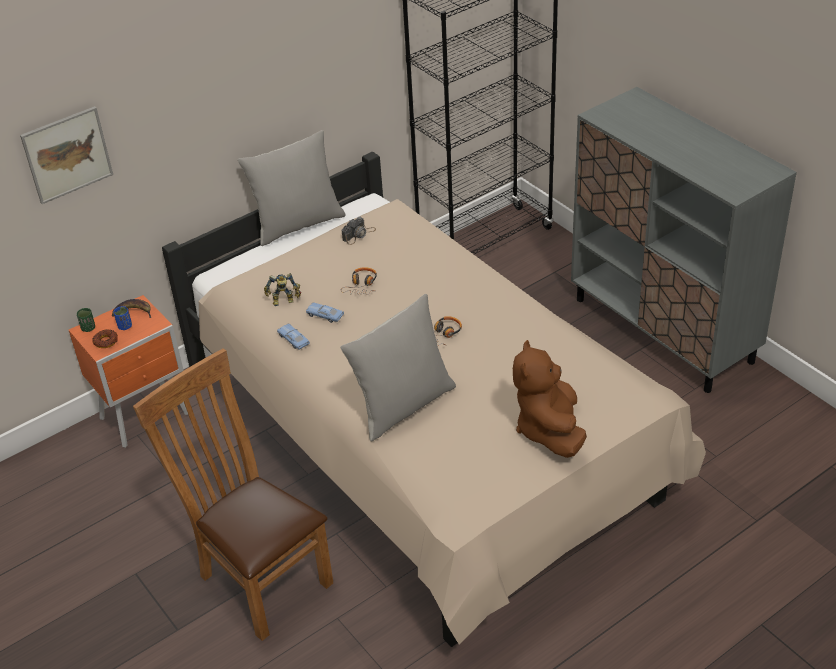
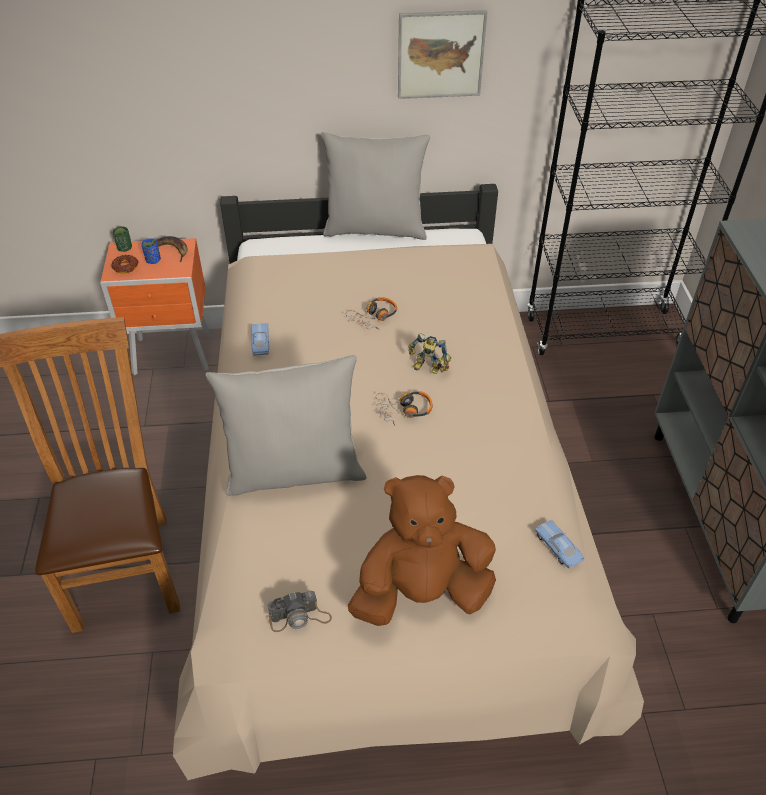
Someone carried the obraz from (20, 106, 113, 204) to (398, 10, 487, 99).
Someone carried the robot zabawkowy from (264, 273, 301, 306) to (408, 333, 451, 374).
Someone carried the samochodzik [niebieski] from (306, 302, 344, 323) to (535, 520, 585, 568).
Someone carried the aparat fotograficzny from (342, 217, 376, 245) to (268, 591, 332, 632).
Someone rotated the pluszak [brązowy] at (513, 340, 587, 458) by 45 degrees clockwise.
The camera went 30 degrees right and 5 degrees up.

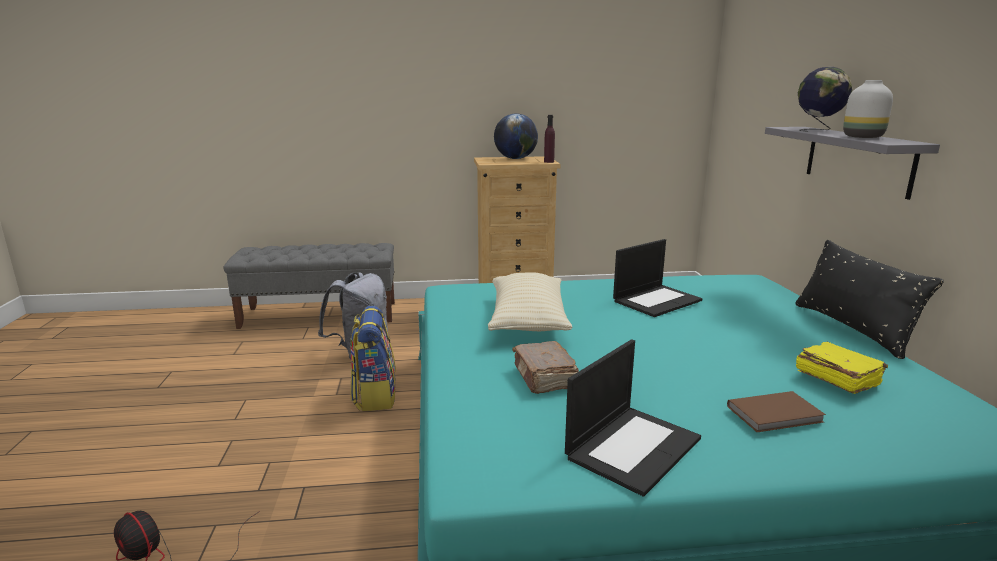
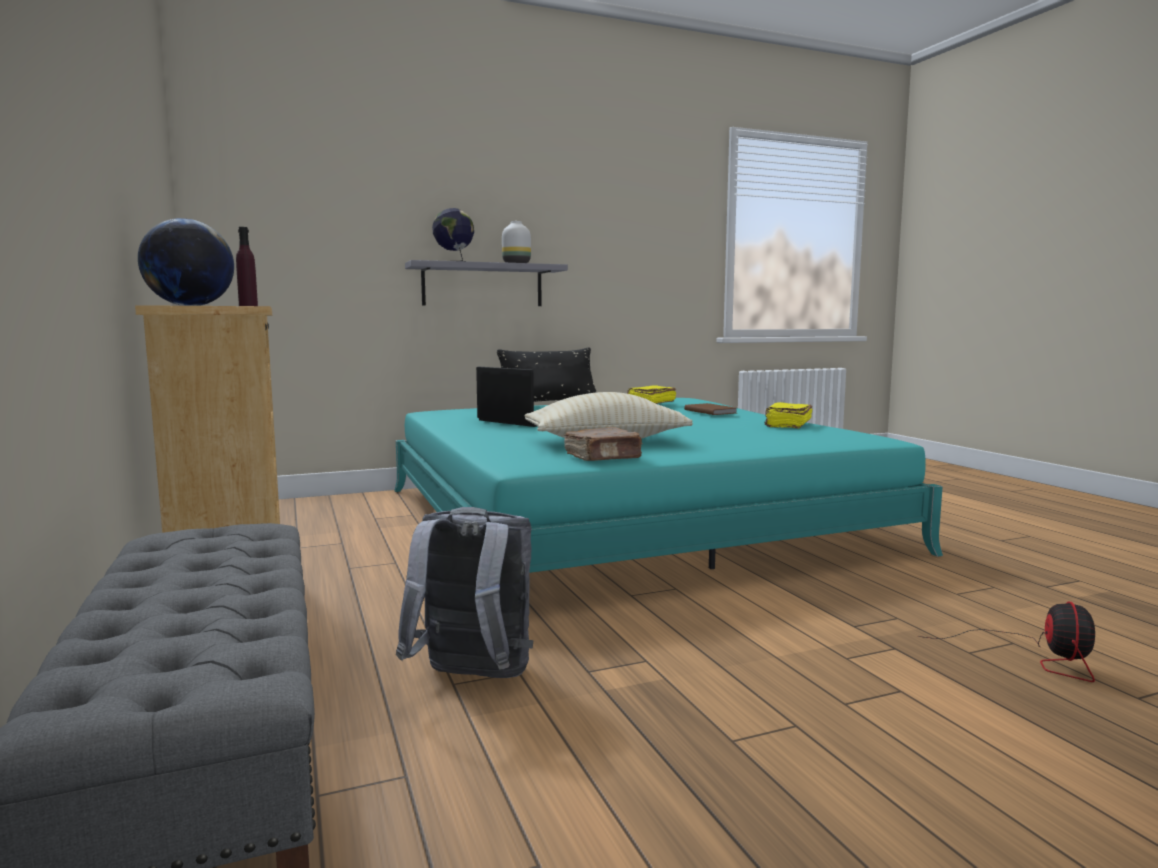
Someone took away the plecak at (350, 306, 396, 411).
Someone carried the książka [brązowy] from (512, 341, 579, 394) to (564, 427, 642, 461).
Someone swapped the laptop at (565, 339, 701, 497) for the książka [żółty] at (765, 402, 813, 428).
The camera went 105 degrees left and 10 degrees down.

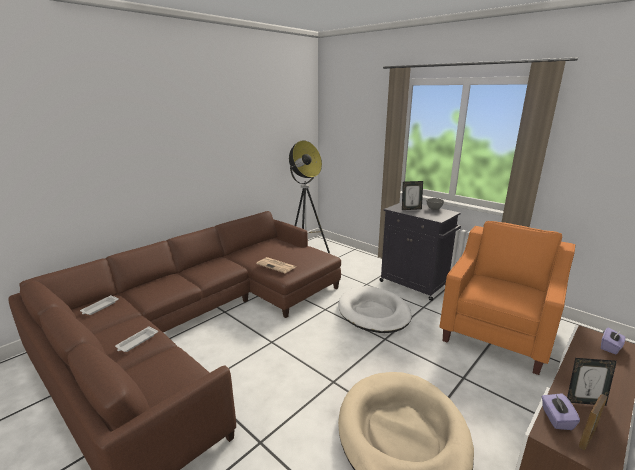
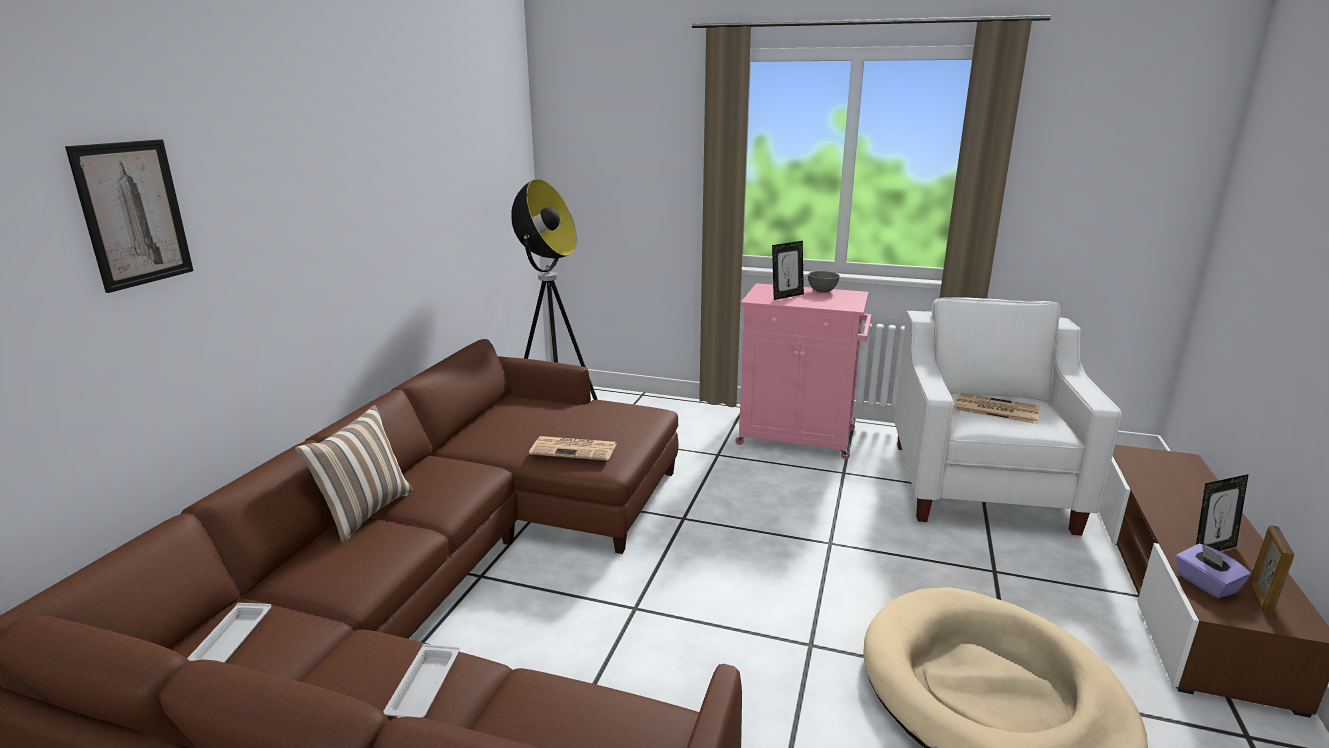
Someone took away the legowisko [biały] at (338, 286, 412, 333).
Someone took away the pudełko chusteczek [fioletowy] at (601, 328, 626, 355).
Someone put up the obraz at (65, 139, 194, 293).
Someone put down the poduszka at (295, 405, 413, 543).
Someone put down the gazeta at (953, 392, 1039, 424).
Someone repainted the szafka [czarny] at (379, 202, 461, 301), which became the szafka [różowy] at (735, 283, 871, 459).
Someone repainted the fotel [pomarańczowy] at (440, 221, 575, 375), which became the fotel [biały] at (894, 297, 1122, 536).
The camera went 25 degrees left and 0 degrees up.

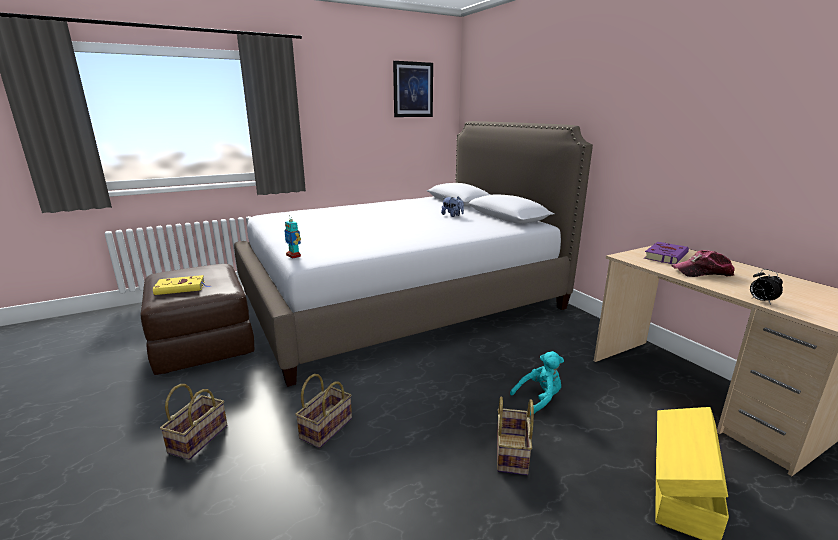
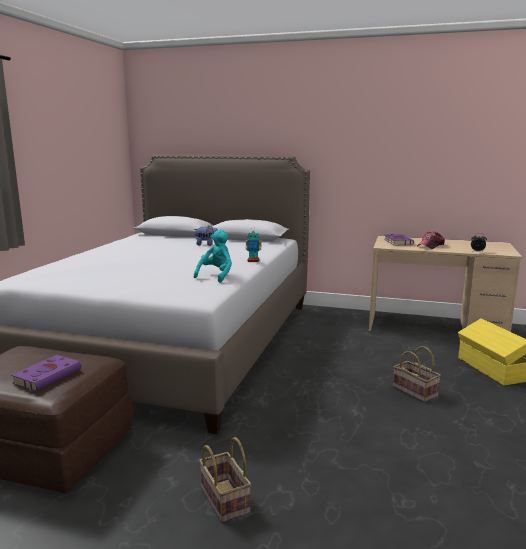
Someone took away the koszyk at (295, 374, 352, 448).
Someone took away the obraz at (393, 61, 433, 117).
Someone carried the robot zabawkowy from (284, 216, 301, 259) to (245, 227, 262, 262).
Someone carried the pluszak [turkusowy] from (510, 351, 564, 416) to (194, 230, 232, 283).
Someone repainted the książka [żółty] at (153, 275, 211, 295), which became the książka [fioletowy] at (11, 355, 81, 391).
The camera went 45 degrees left and 5 degrees down.

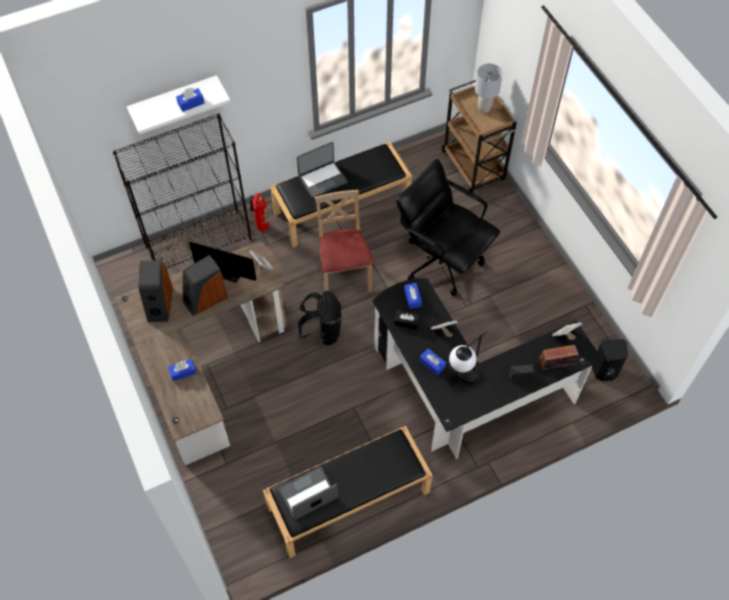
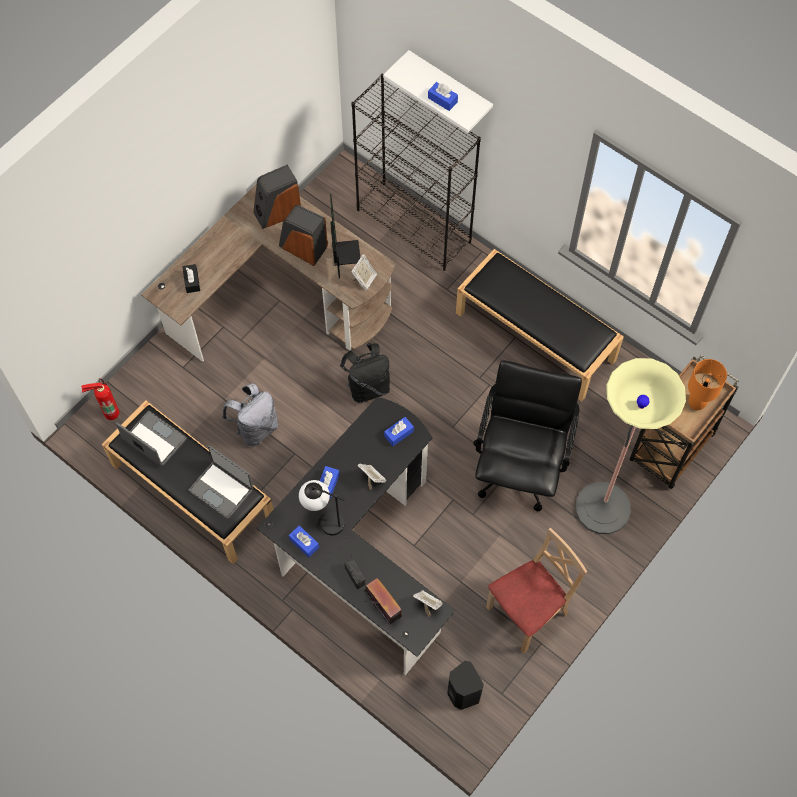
Someone put down the plecak [szary] at (222, 383, 279, 447).
Someone put down the lampa stojąca at (575, 358, 686, 534).
Someone carried the pudełko chusteczek [niebieski] from (168, 359, 196, 381) to (289, 525, 319, 558).
Someone carried the gaśnica from (250, 193, 269, 231) to (81, 378, 119, 420).
Someone carried the laptop from (297, 142, 348, 198) to (189, 445, 253, 519).
Someone carried the krzesło [beżowy] from (315, 190, 374, 292) to (486, 528, 587, 654).
Someone carried the pudełko chusteczek [czarny] from (394, 310, 420, 330) to (182, 264, 200, 293).
Someone repainted the lampa stołowa [szary] at (475, 63, 503, 113), which became the lampa stołowa [pomarańczowy] at (688, 359, 727, 410).
The camera went 65 degrees right and 5 degrees up.

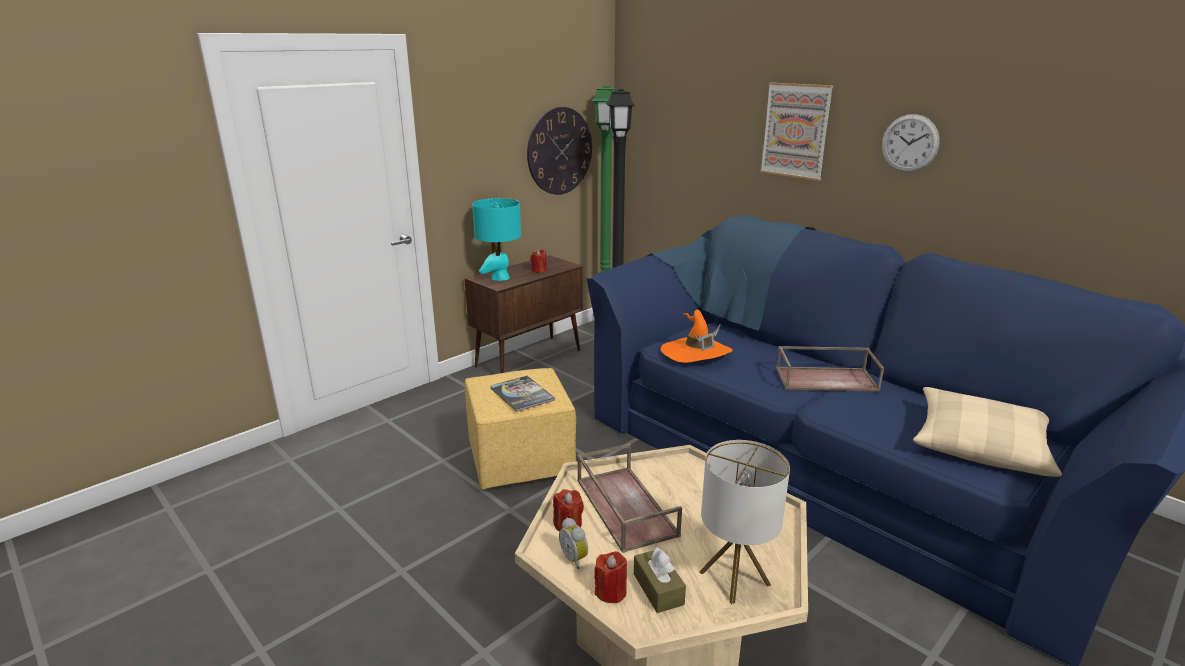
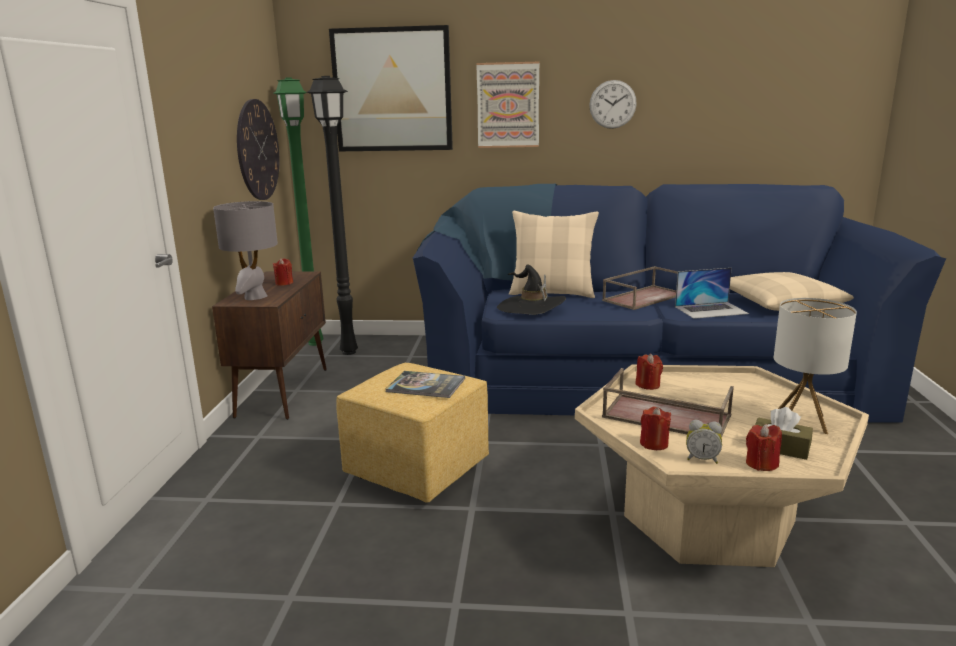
Someone put up the obraz at (329, 25, 453, 151).
Someone put down the poduszka [beżowy] at (509, 211, 599, 298).
Someone put down the świeca [czerwony] at (636, 354, 663, 390).
Someone put down the laptop at (675, 268, 749, 319).
Someone repainted the lampa stołowa [turkusowy] at (472, 198, 521, 281), which became the lampa stołowa [szary] at (213, 201, 278, 300).
Someone repainted the kapelusz [pomarańczowy] at (661, 310, 732, 363), which became the kapelusz [czarny] at (497, 265, 566, 315).
The camera went 40 degrees left and 5 degrees down.

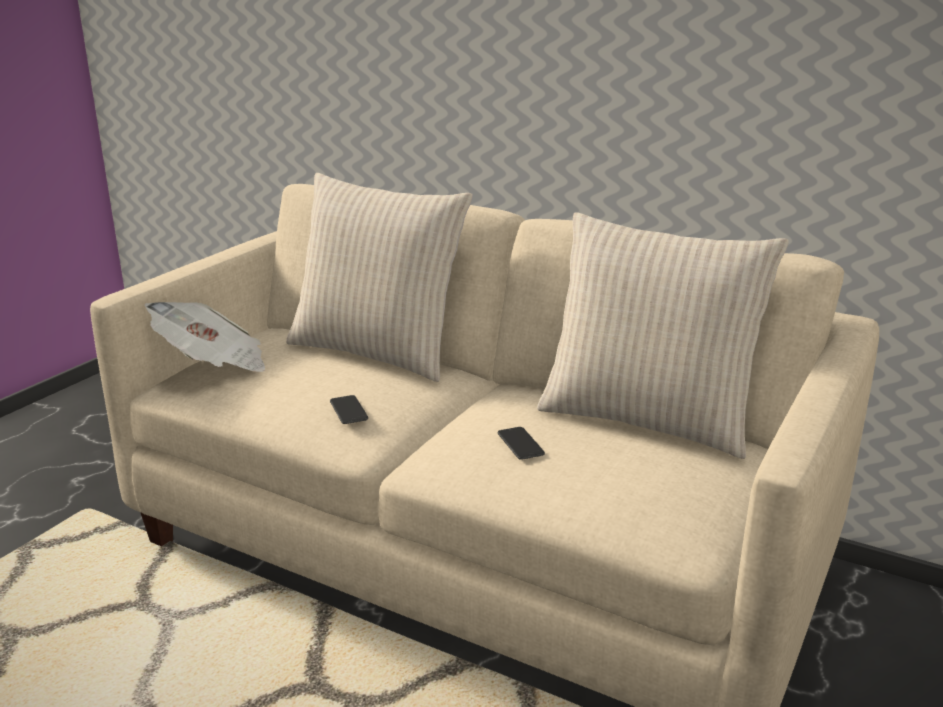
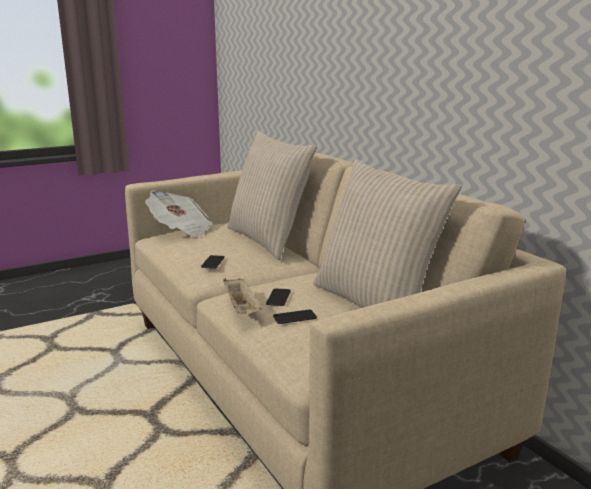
Someone put down the taca [beżowy] at (223, 278, 262, 314).
Someone put down the telefon at (273, 310, 317, 324).
The camera went 30 degrees right and 5 degrees down.

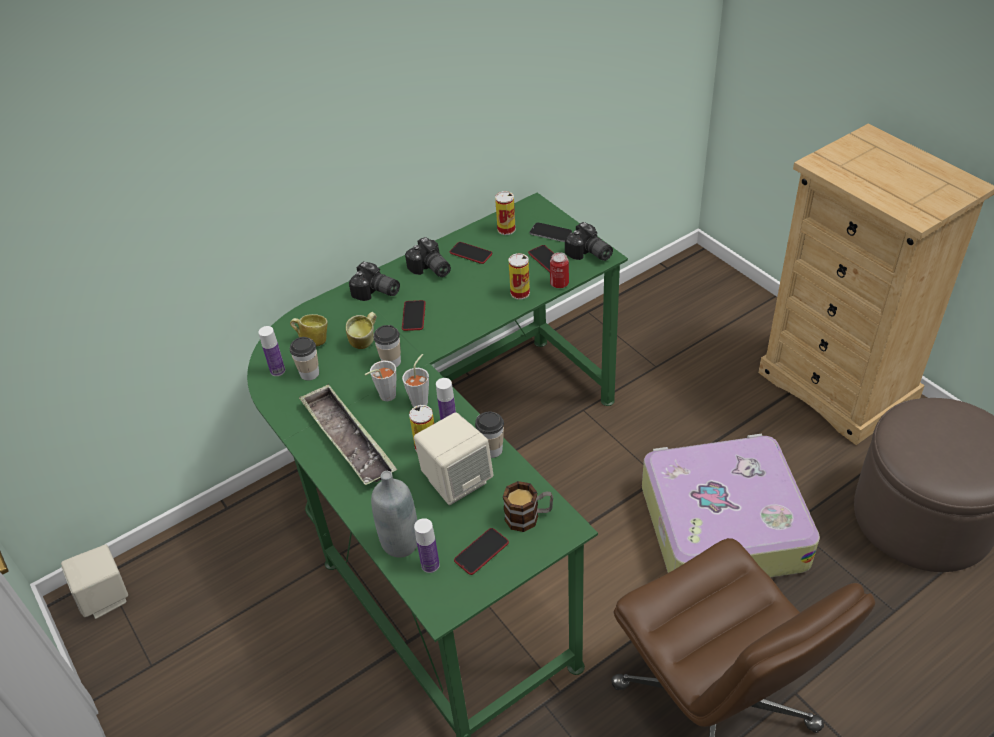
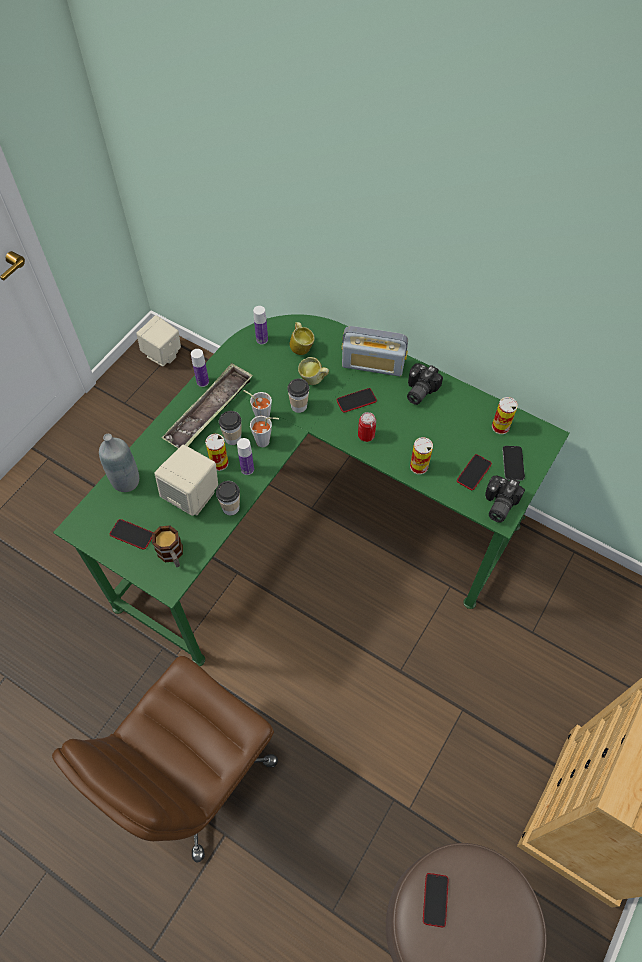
Someone took away the walizka at (642, 434, 820, 578).
Someone carried the filiżanka from (290, 337, 319, 381) to (219, 411, 242, 445).
Someone carried the butelka from (414, 518, 440, 573) to (191, 349, 209, 387).
Someone carried the telefon from (450, 242, 492, 264) to (423, 873, 448, 927).
Someone carried the puszka from (550, 252, 569, 288) to (358, 412, 376, 442).
Someone swapped the aparat fotograficzny at (349, 262, 400, 301) for the radio at (341, 326, 408, 376).
The camera went 65 degrees right and 15 degrees up.

